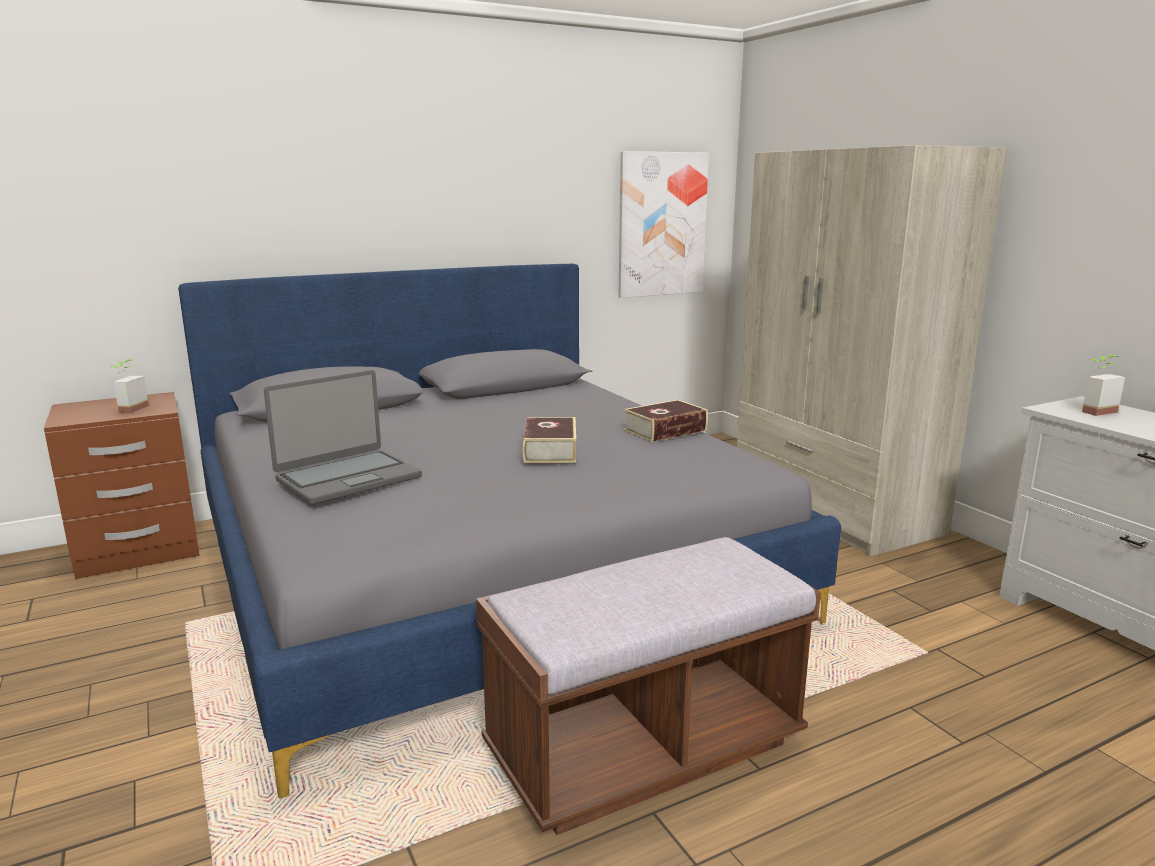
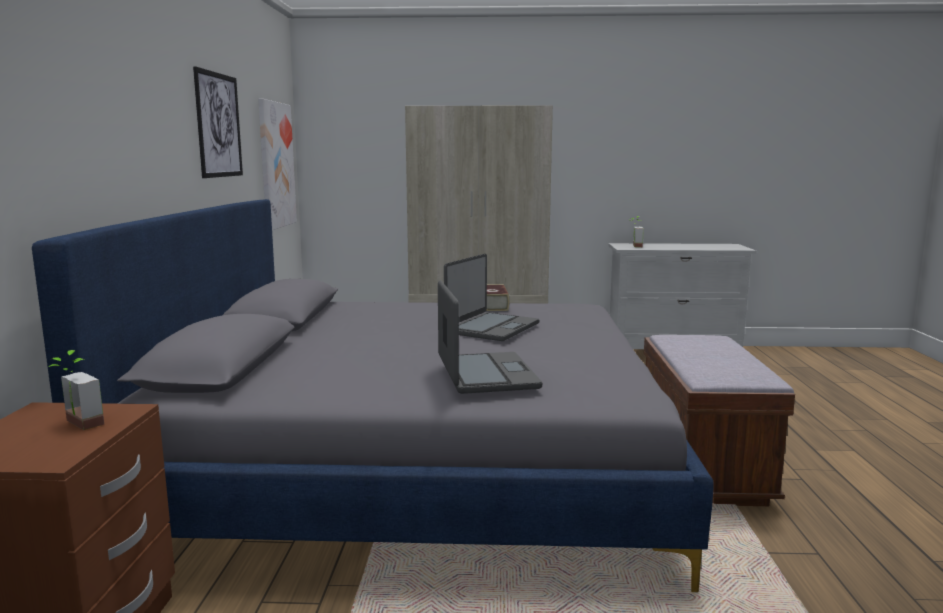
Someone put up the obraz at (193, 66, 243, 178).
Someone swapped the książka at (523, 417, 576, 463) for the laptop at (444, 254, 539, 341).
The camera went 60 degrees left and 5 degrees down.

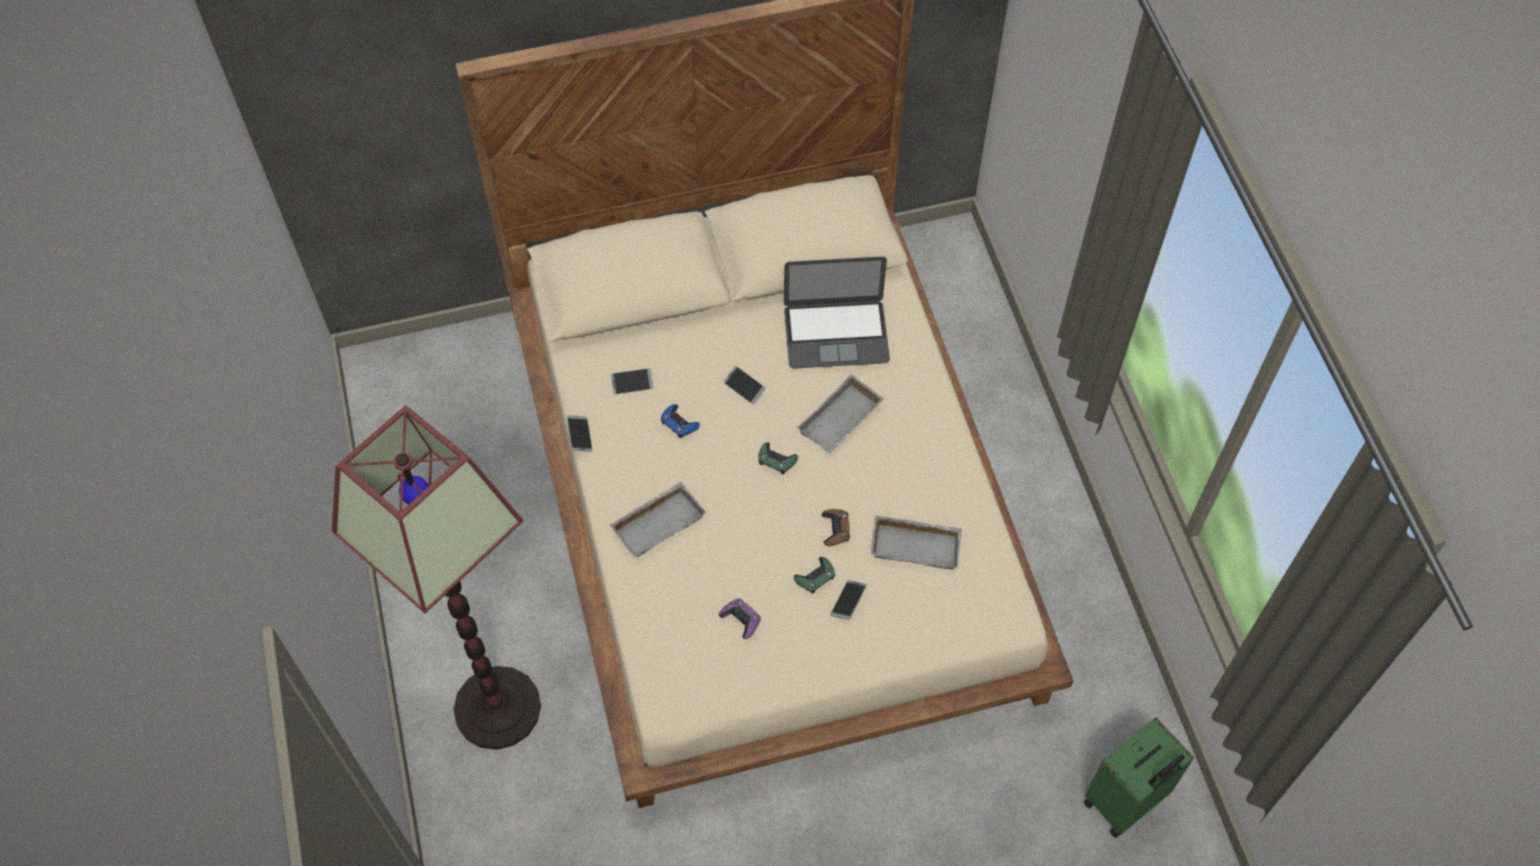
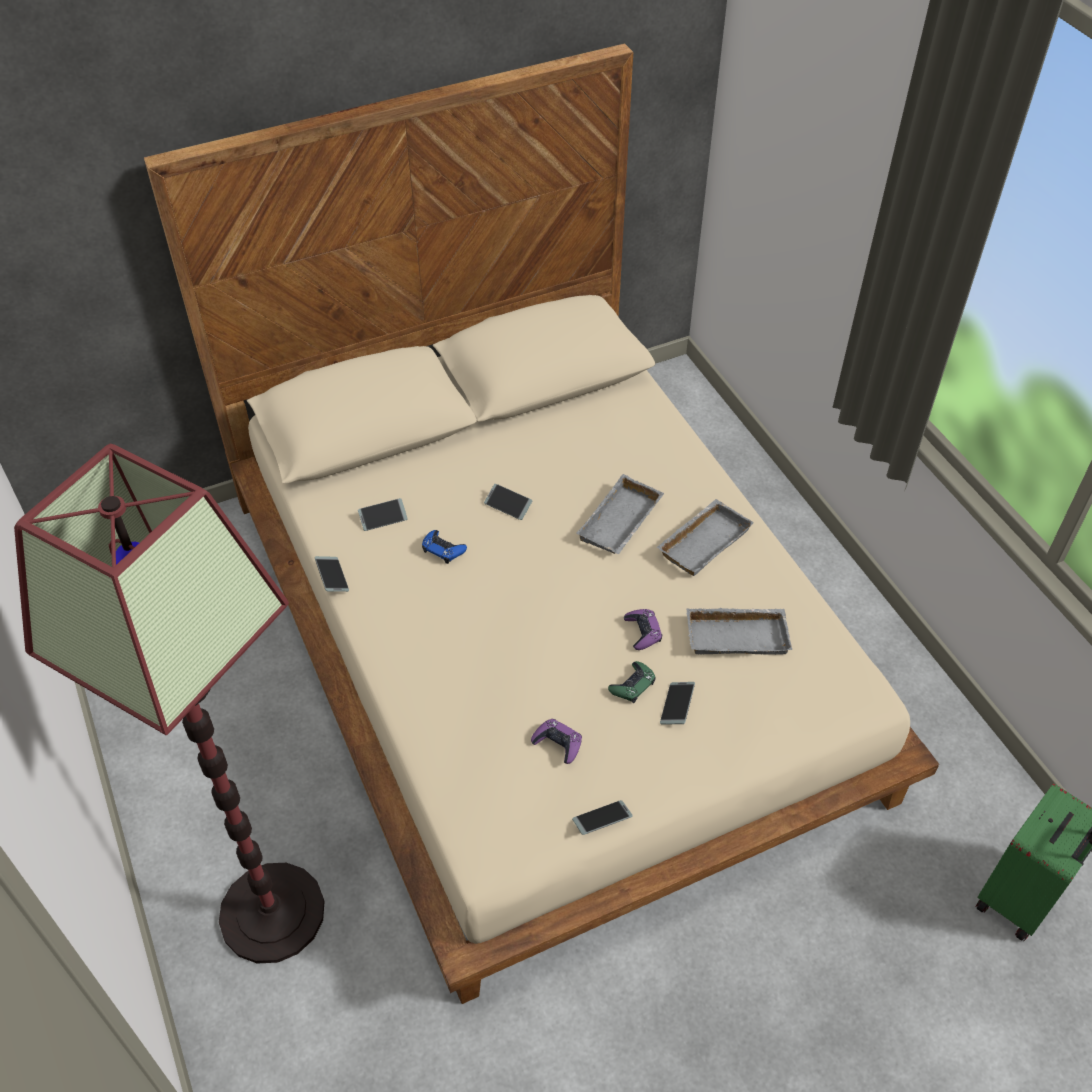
Someone took away the pad do gier [zielony] at (758, 442, 798, 474).
Someone took away the laptop at (784, 257, 890, 369).
Someone put down the telefon at (572, 800, 633, 835).
Someone carried the taca [szary] from (610, 482, 706, 557) to (657, 499, 754, 576).
Someone repainted the pad do gier [brązowy] at (822, 509, 850, 546), which became the pad do gier [fioletowy] at (624, 609, 662, 650).
The camera went 10 degrees left and 10 degrees down.

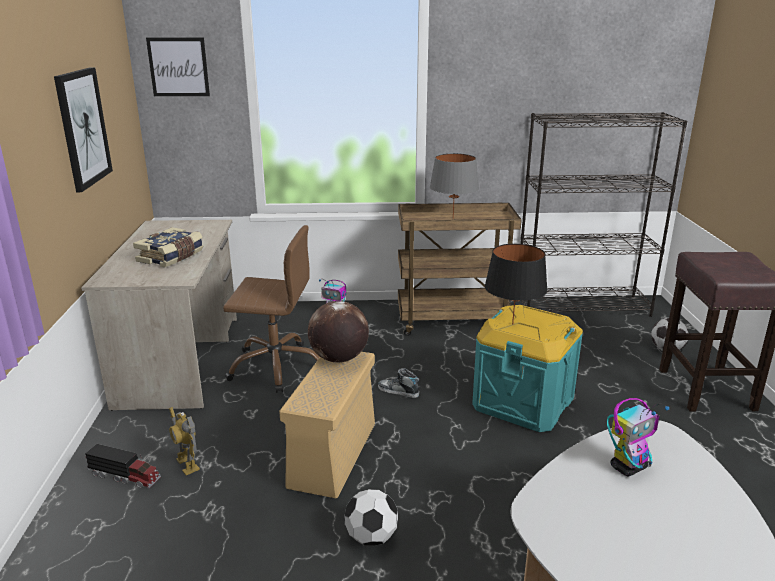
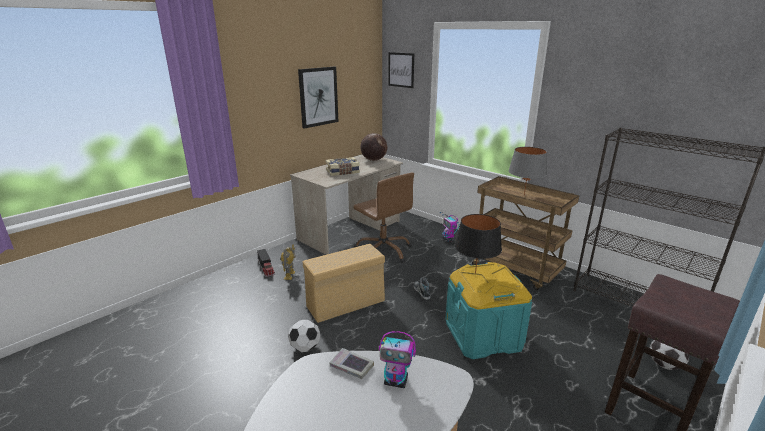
Someone put down the książka at (330, 348, 374, 379).
Someone carried the globus from (308, 301, 369, 363) to (360, 133, 387, 161).
The camera went 45 degrees right and 0 degrees up.

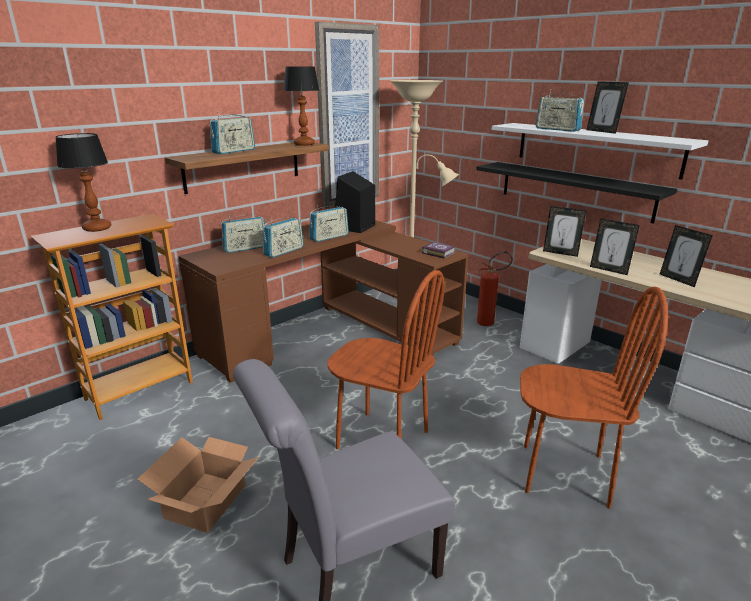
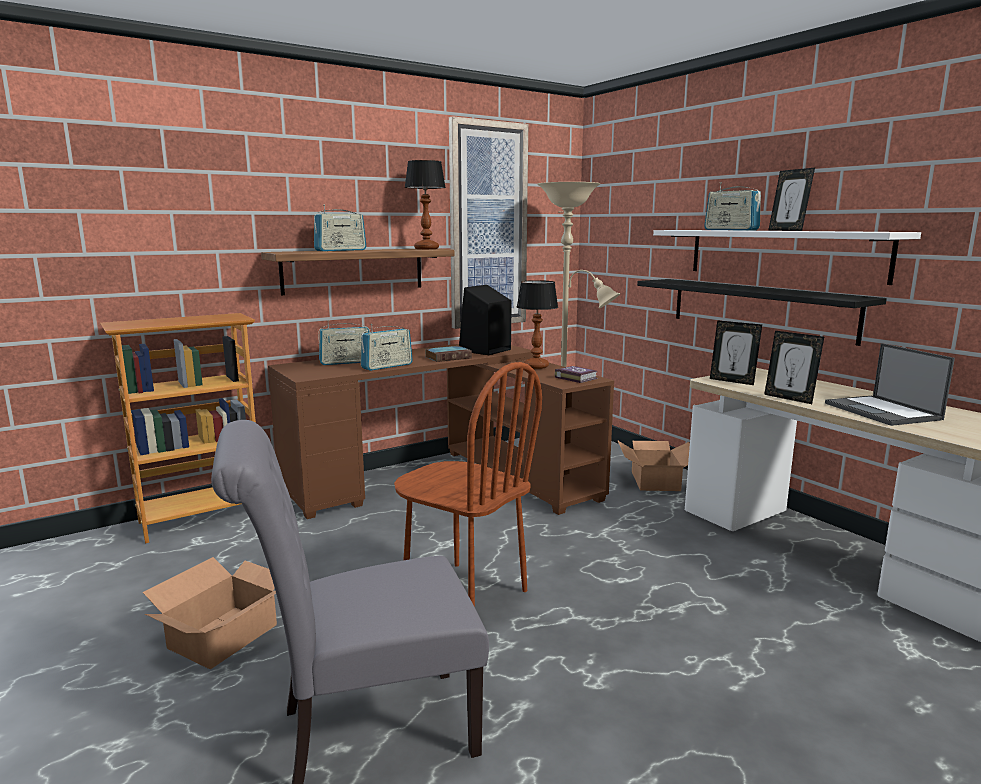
Someone took away the krzesło [brązowy] at (520, 287, 668, 509).
Someone carried the lampa stołowa from (55, 133, 111, 232) to (517, 280, 558, 369).
Someone swapped the radio at (309, 205, 349, 242) for the książka at (425, 346, 472, 362).
Someone swapped the gaśnica at (477, 251, 513, 326) for the karton at (617, 440, 690, 491).
Someone swapped the ramka na zdjęcie at (660, 225, 713, 287) for the laptop at (825, 343, 955, 426).
The camera went 10 degrees right and 10 degrees down.

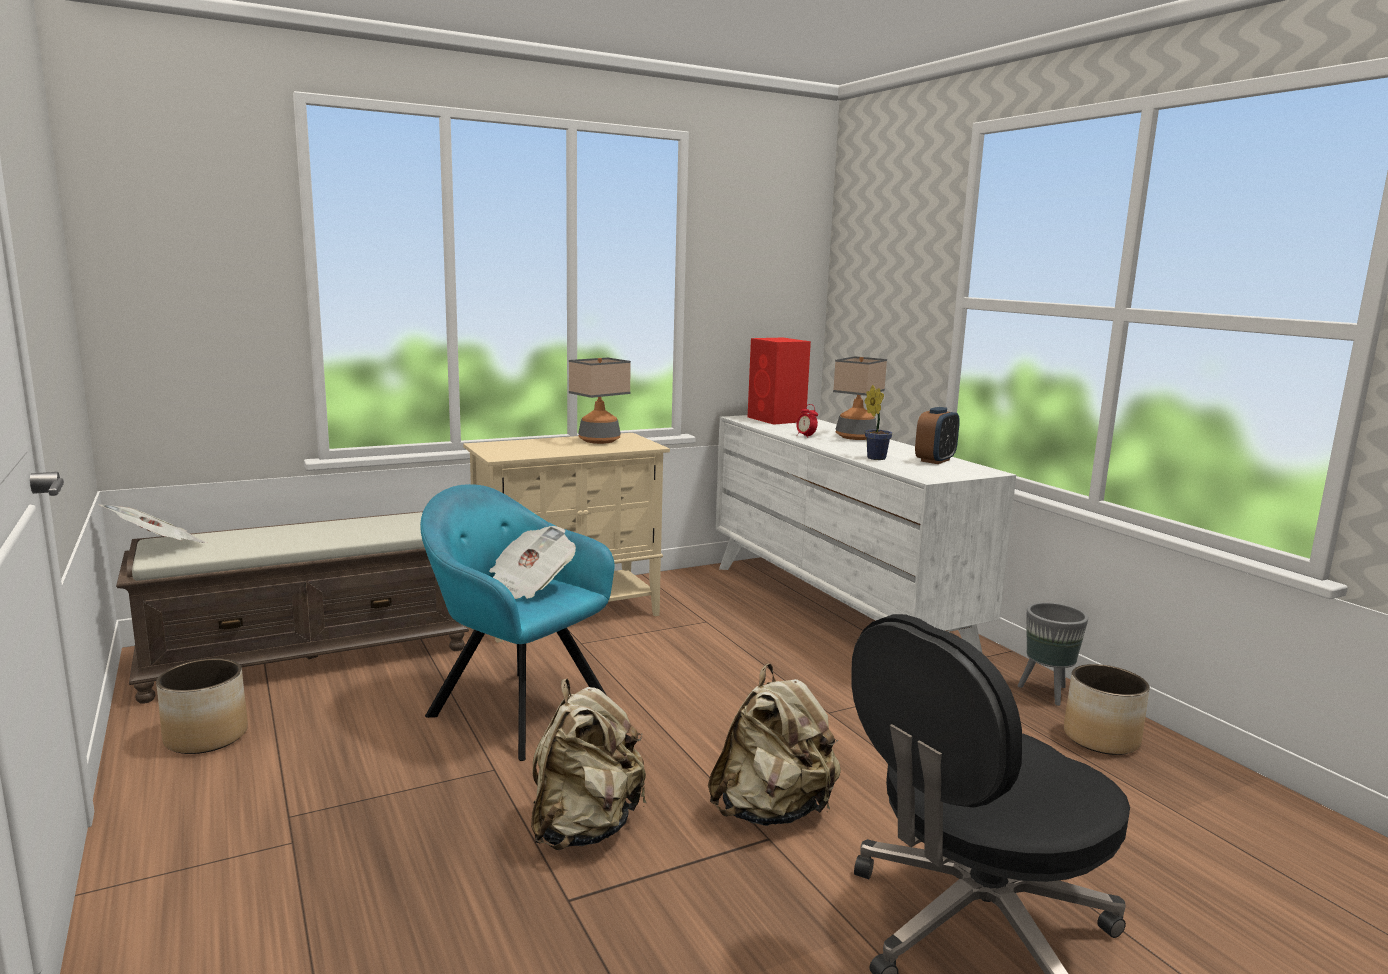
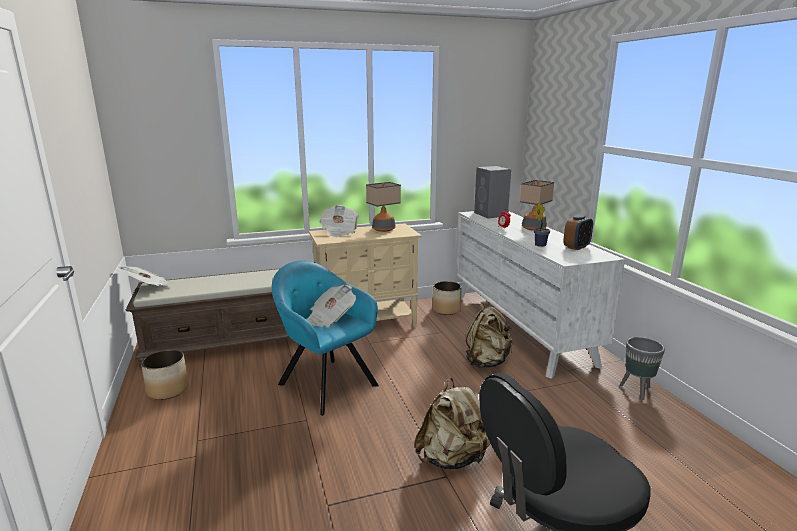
Someone put down the gazeta at (319, 205, 359, 238).
Someone carried the plecak [beżowy] from (531, 679, 647, 850) to (465, 302, 513, 368).
Someone carried the donica from (1064, 664, 1150, 755) to (432, 281, 462, 315).
Someone repainted the głośnik [czerwony] at (748, 338, 811, 425), which became the głośnik [szary] at (474, 166, 511, 218).
The camera went 10 degrees right and 5 degrees up.

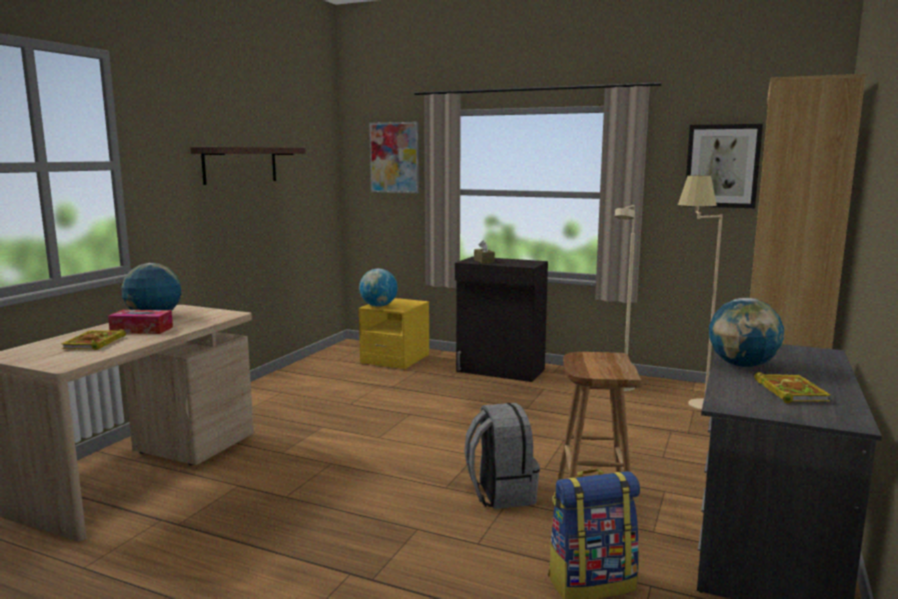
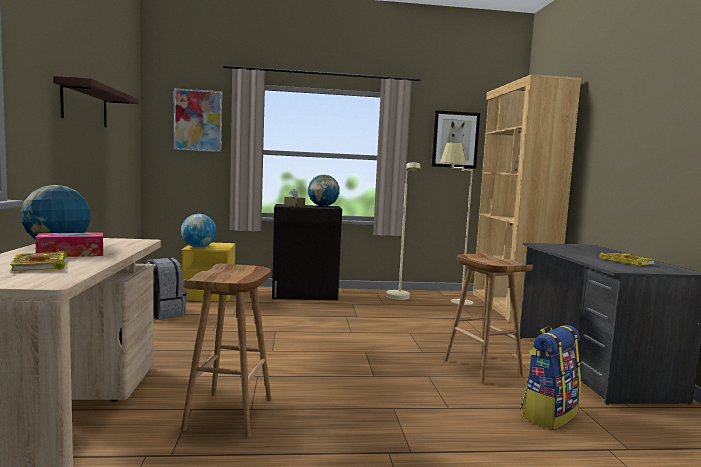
Someone put down the stołek [brązowy] at (181, 264, 272, 437).
Someone carried the plecak [szary] from (464, 403, 540, 509) to (146, 258, 187, 320).
Someone carried the globus from (709, 298, 784, 367) to (308, 174, 340, 206).
The camera went 30 degrees left and 5 degrees down.

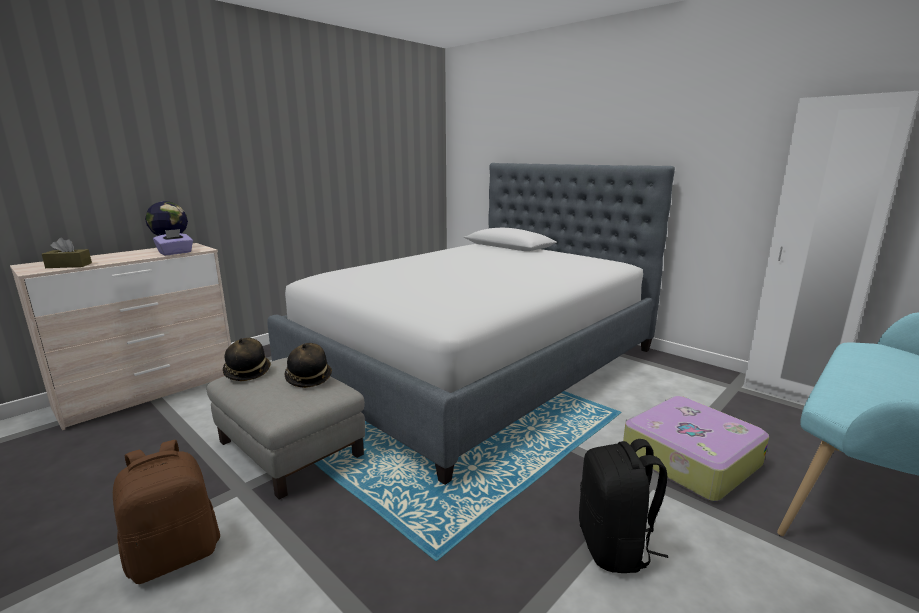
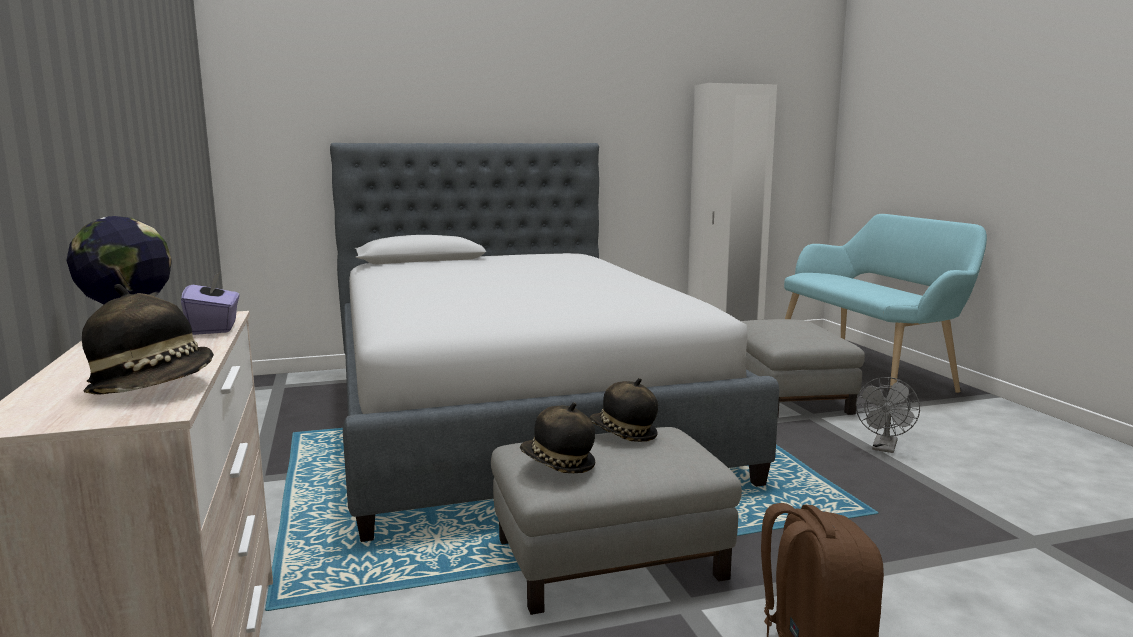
Someone swapped the pudełko chusteczek [brązowy] at (42, 238, 92, 268) for the kapelusz at (82, 284, 214, 395).
Someone swapped the plecak [czarny] at (579, 439, 668, 573) for the wentylator [szary] at (856, 377, 920, 453).
Someone swapped the walizka at (623, 396, 769, 501) for the pufa [szary] at (741, 319, 865, 417).
The camera went 60 degrees left and 5 degrees down.

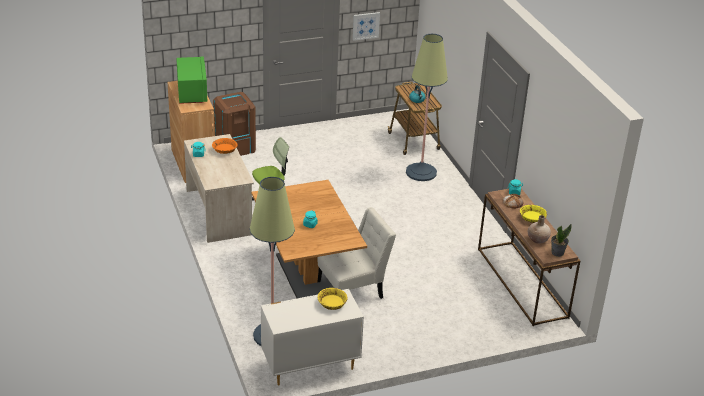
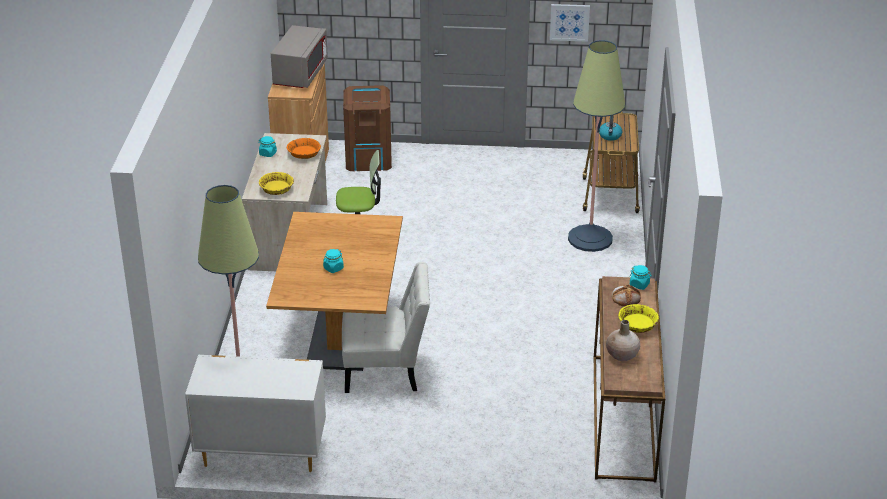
Someone took away the roślina doniczkowa at (551, 224, 571, 257).
Someone carried the miska [żółty] from (317, 288, 348, 310) to (259, 172, 294, 195).
Someone repainted the mikrofalówka [zielony] at (176, 57, 207, 104), which became the mikrofalówka [szary] at (271, 25, 328, 88).
The camera went 25 degrees right and 0 degrees up.

